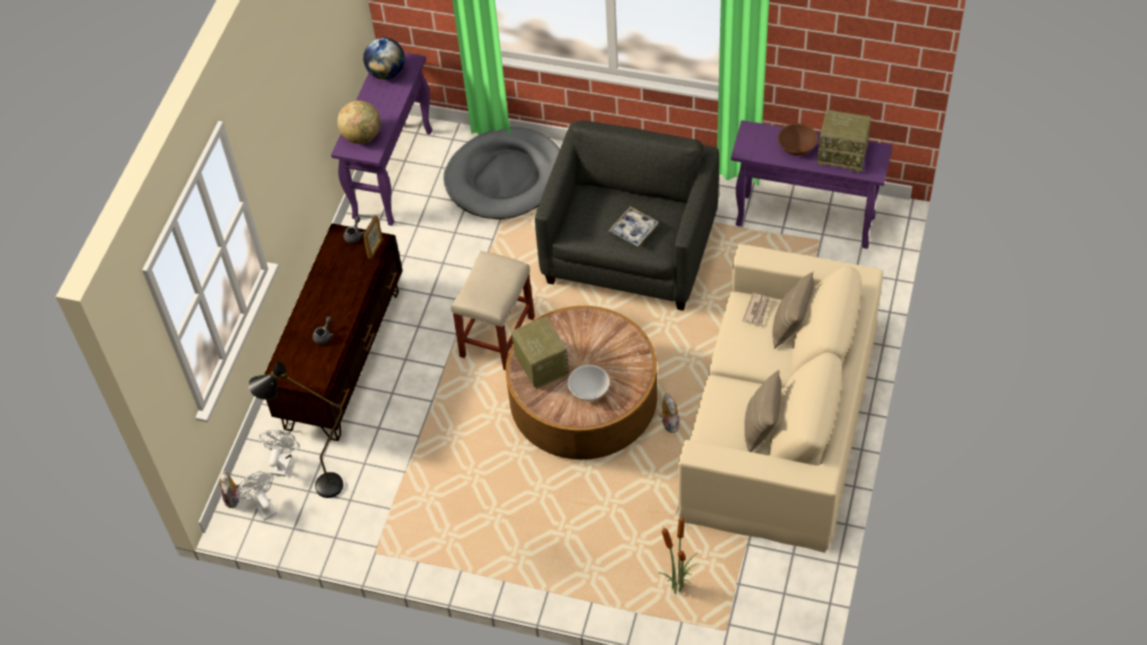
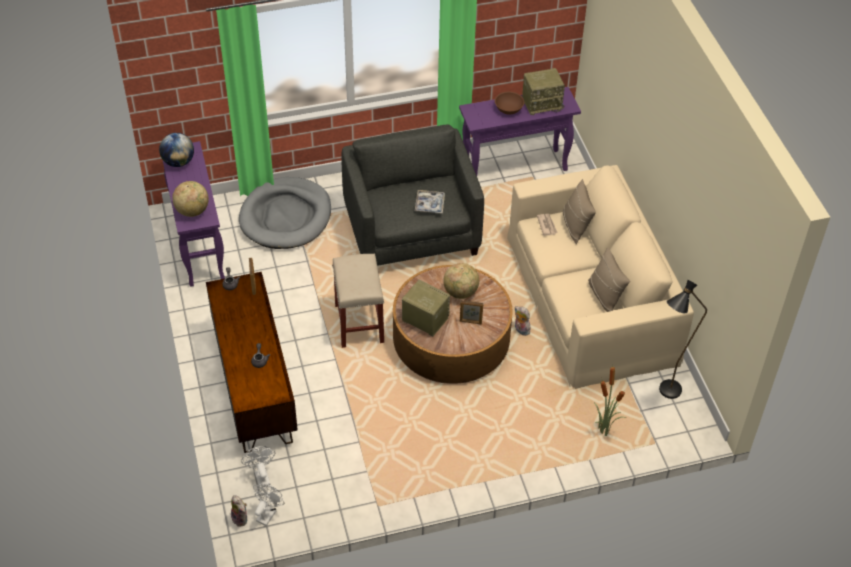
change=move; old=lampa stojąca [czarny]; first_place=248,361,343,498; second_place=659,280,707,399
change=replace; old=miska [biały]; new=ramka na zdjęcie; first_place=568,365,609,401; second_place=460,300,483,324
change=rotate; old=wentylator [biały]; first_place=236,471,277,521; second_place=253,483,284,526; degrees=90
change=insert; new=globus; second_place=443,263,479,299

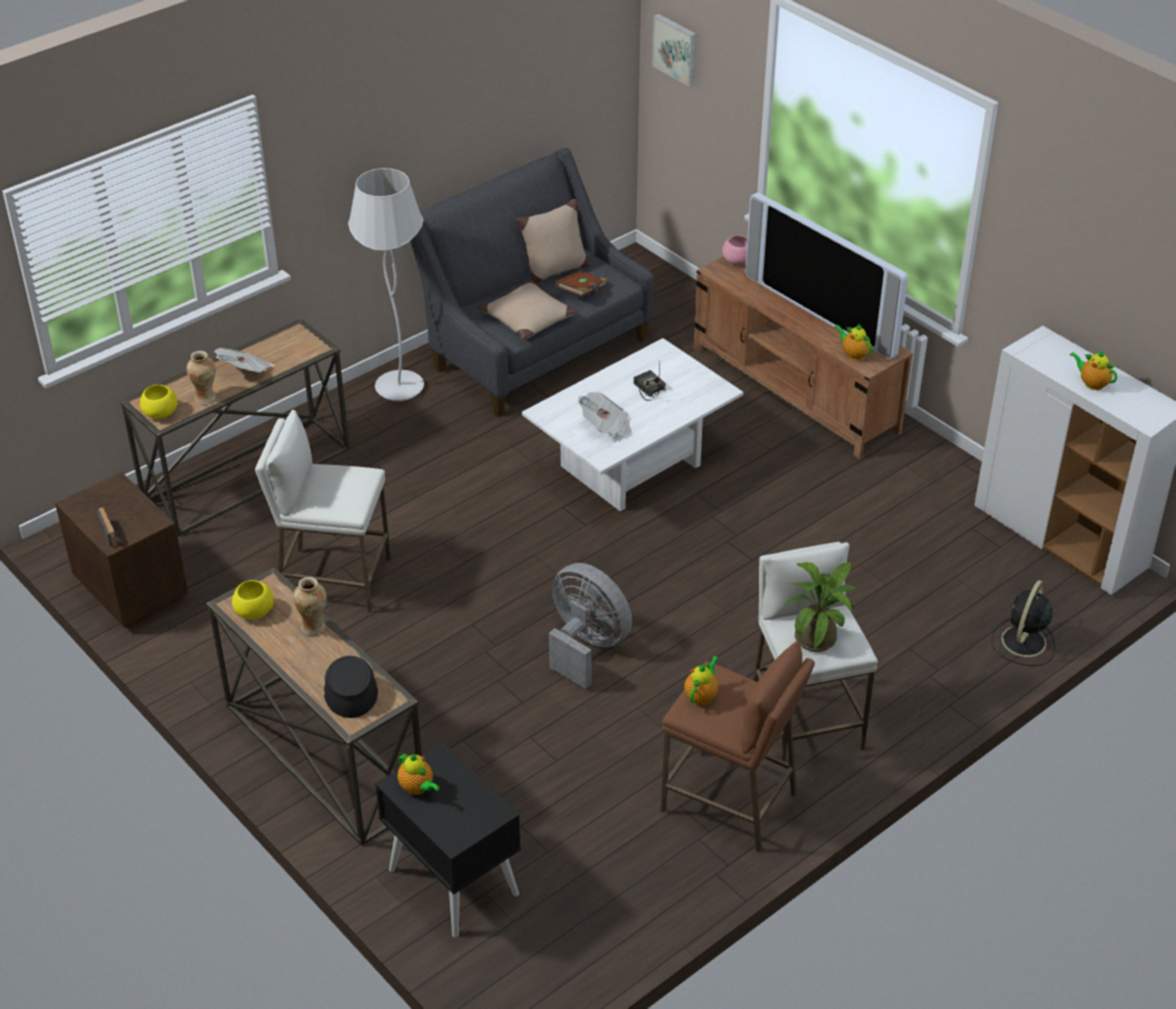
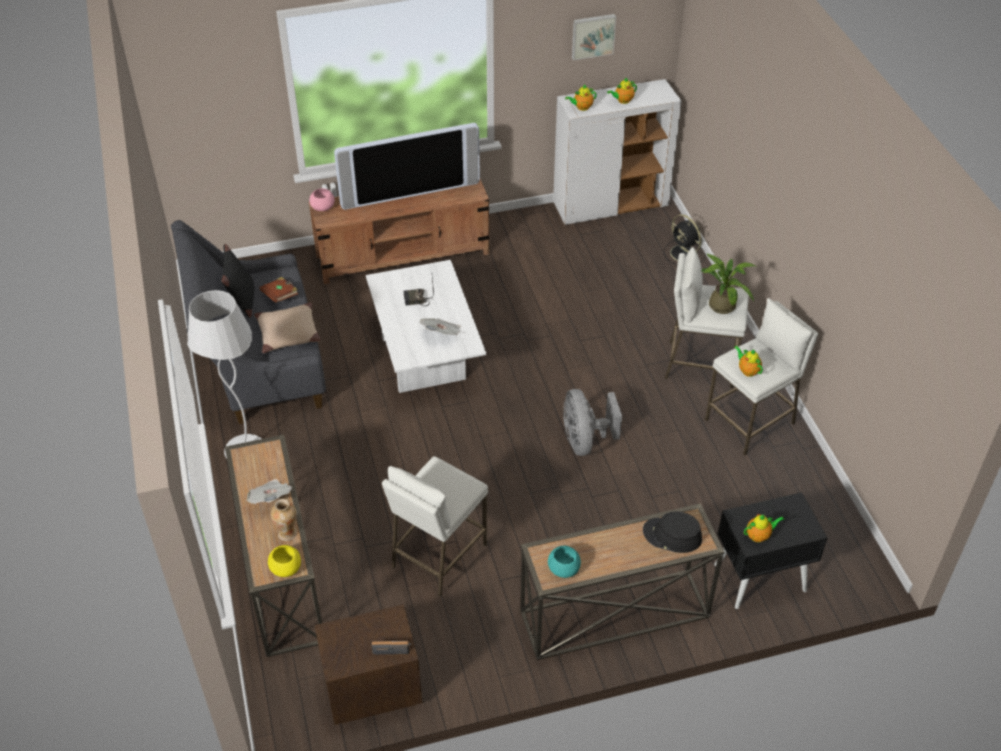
change=move; old=obraz; first_place=652,14,697,87; second_place=572,14,616,60
change=recolor; old=poduszka [beżowy]; new=poduszka [czarny]; first_place=516,199,590,284; second_place=221,244,254,318
change=move; old=imbryk; first_place=835,323,873,360; second_place=565,84,597,111
change=rotate; old=wentylator [szary]; first_place=549,563,632,689; second_place=563,389,622,456; degrees=-75
change=delete; old=wazon; first_place=293,577,327,635
change=recolor; old=miska [żółty]; new=miska [turkusowy]; first_place=232,580,274,619; second_place=548,546,581,578
change=recolor; old=stołek [brązowy]; new=stołek [biały]; first_place=661,641,815,852; second_place=705,298,818,456

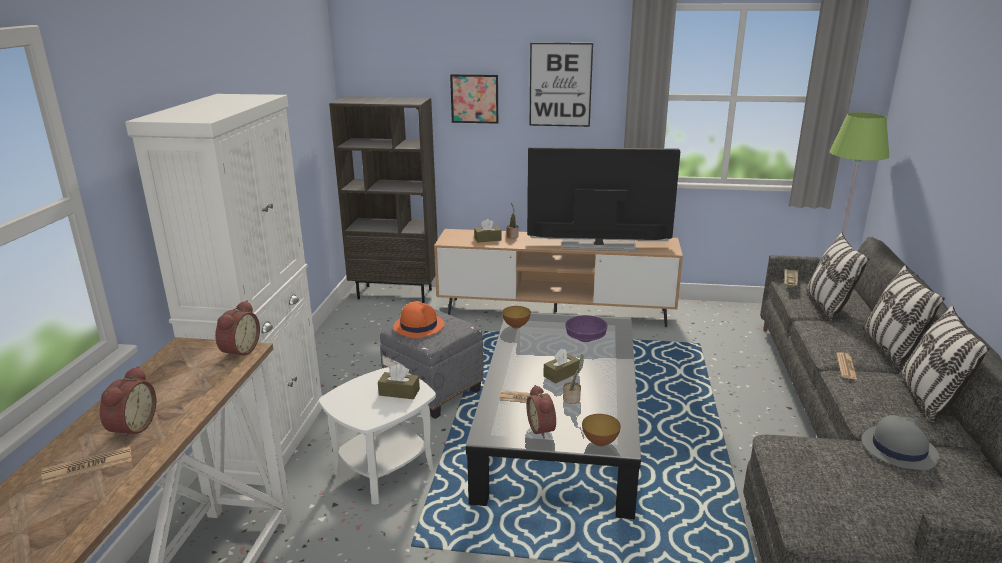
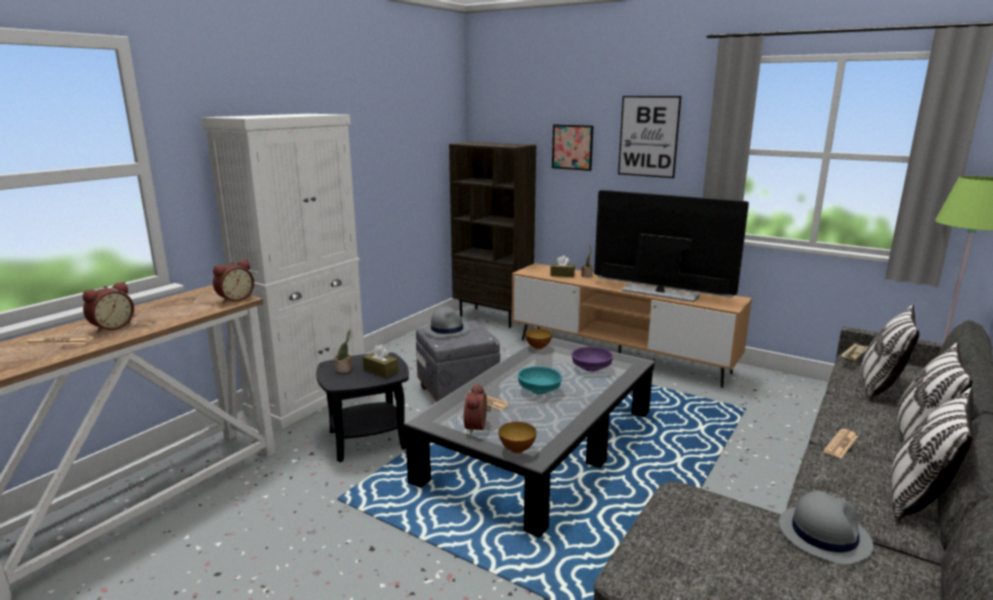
change=recolor; old=kapelusz [pomarańczowy]; new=kapelusz [szary]; first_place=393,301,444,338; second_place=424,307,470,338
change=replace; old=pudełko chusteczek [brązowy]; new=miska [turkusowy]; first_place=543,349,580,384; second_place=518,366,562,394
change=move; old=roślina doniczkowa; first_place=563,354,584,404; second_place=335,329,352,373
change=recolor; old=stolik [biały]; new=stolik [czarny]; first_place=319,367,436,505; second_place=316,352,409,462

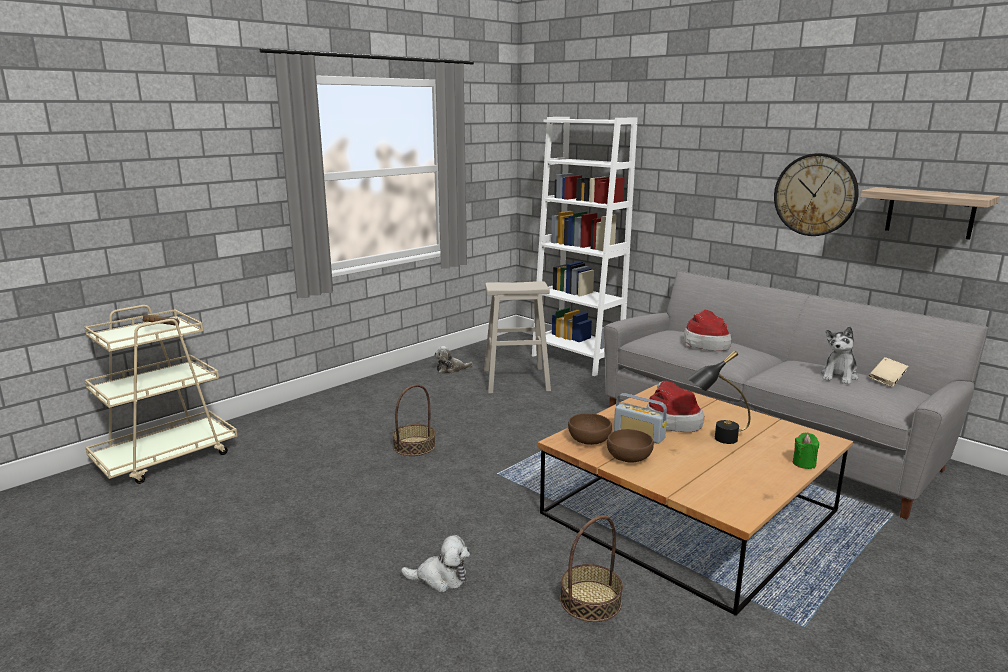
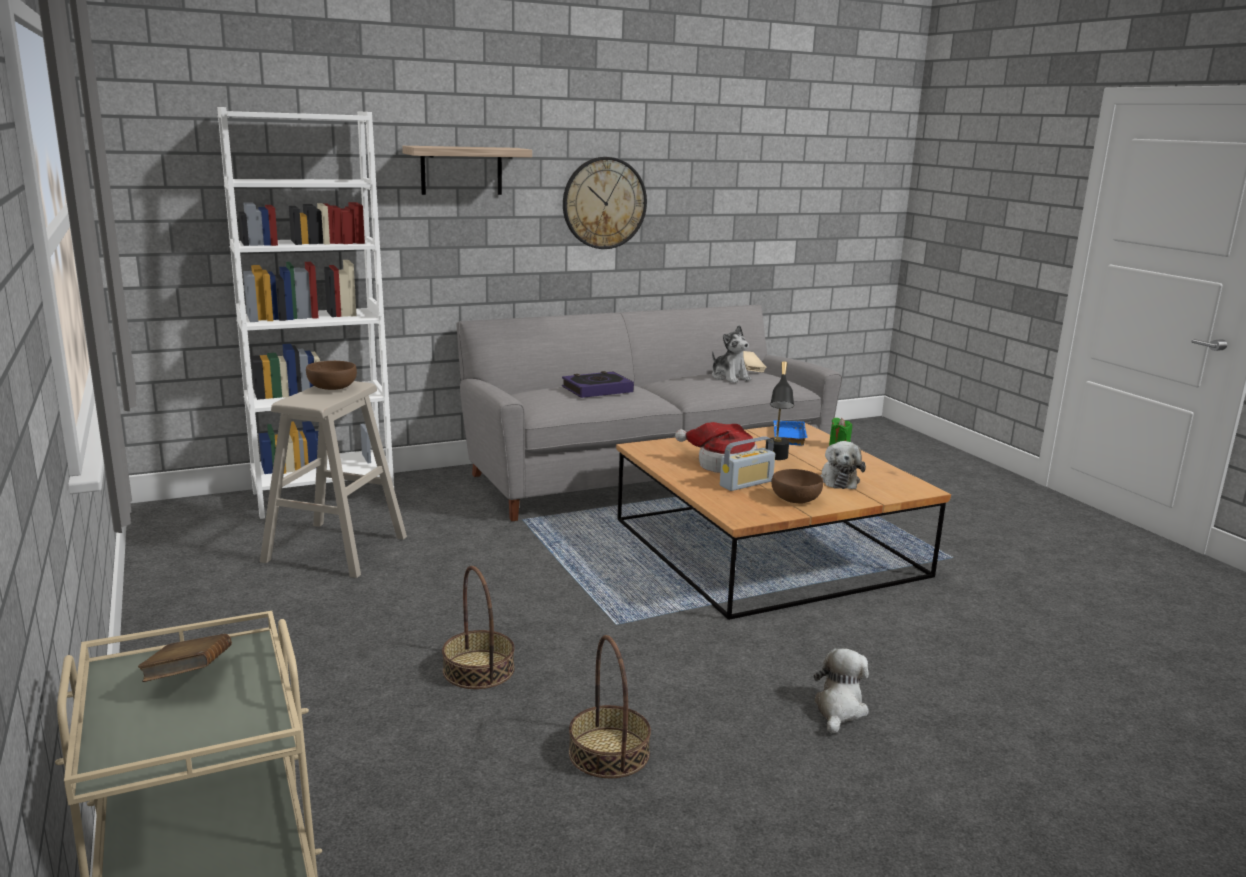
change=move; old=półka; first_place=861,187,999,240; second_place=402,146,532,195
change=replace; old=kapelusz; new=książka; first_place=684,310,732,351; second_place=562,371,634,398
change=move; old=pluszak; first_place=434,346,473,374; second_place=820,441,866,489
change=move; old=miska [brązowy]; first_place=568,413,612,445; second_place=306,361,357,390
change=move; old=koszyk; first_place=560,515,623,622; second_place=569,635,651,778
change=insert; new=taca [niebieski]; second_place=773,421,808,445

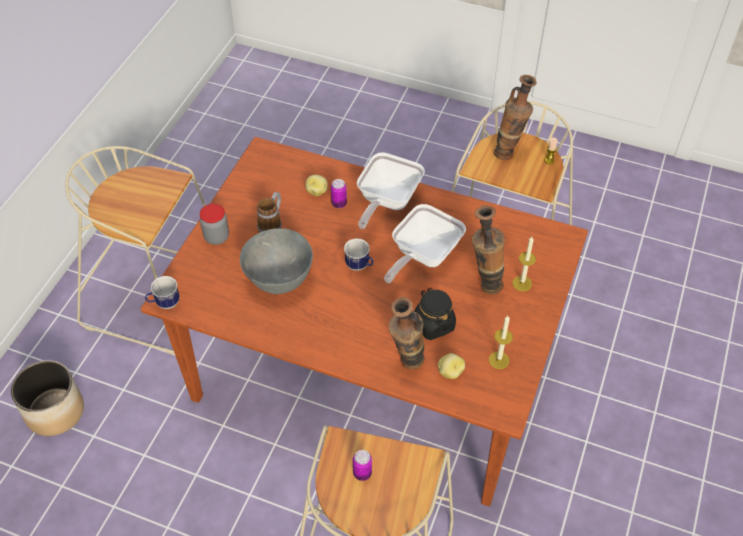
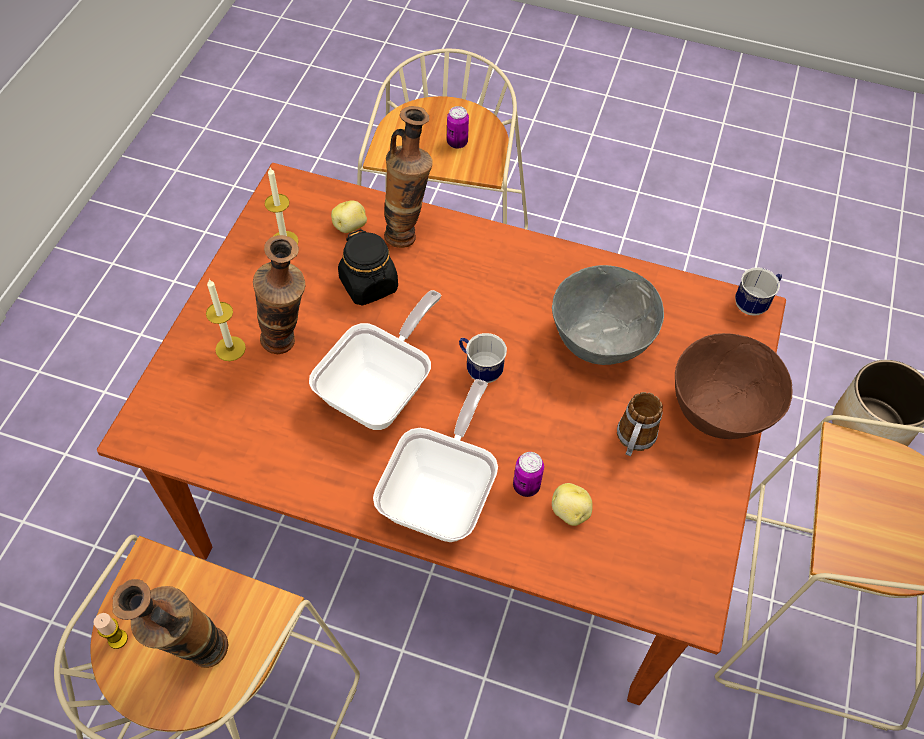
change=replace; old=słoik; new=miska [brązowy]; first_place=200,204,229,245; second_place=675,333,792,439

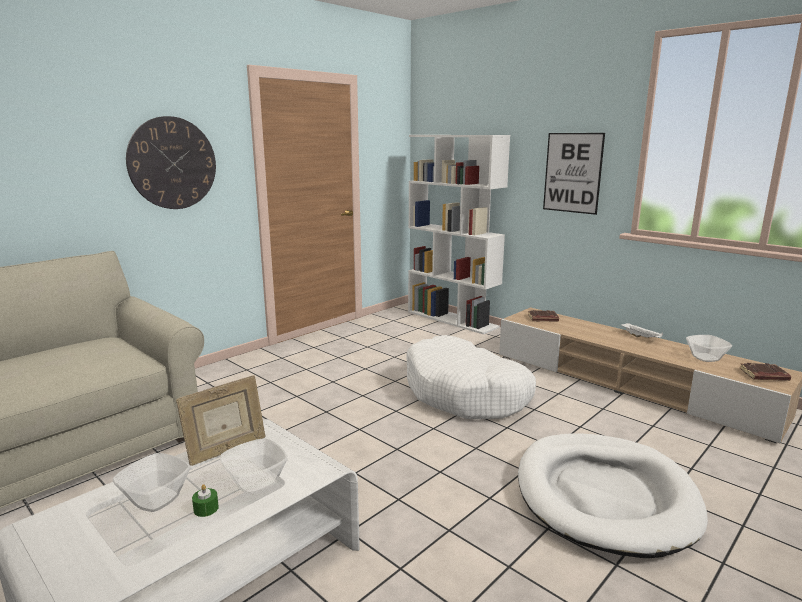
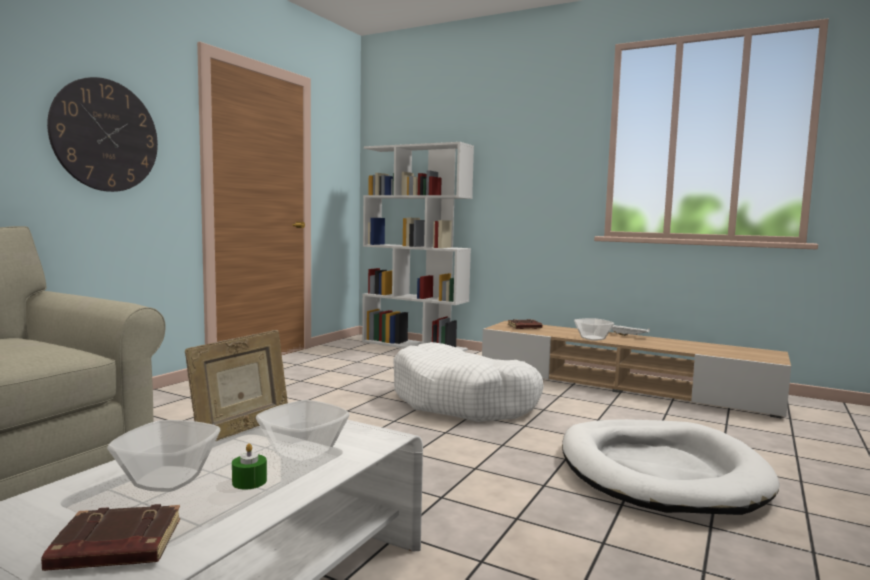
change=delete; old=obraz; first_place=543,133,605,215
change=move; old=miska; first_place=686,335,732,362; second_place=574,318,614,341
change=move; old=książka [brązowy]; first_place=740,363,791,381; second_place=41,504,180,571

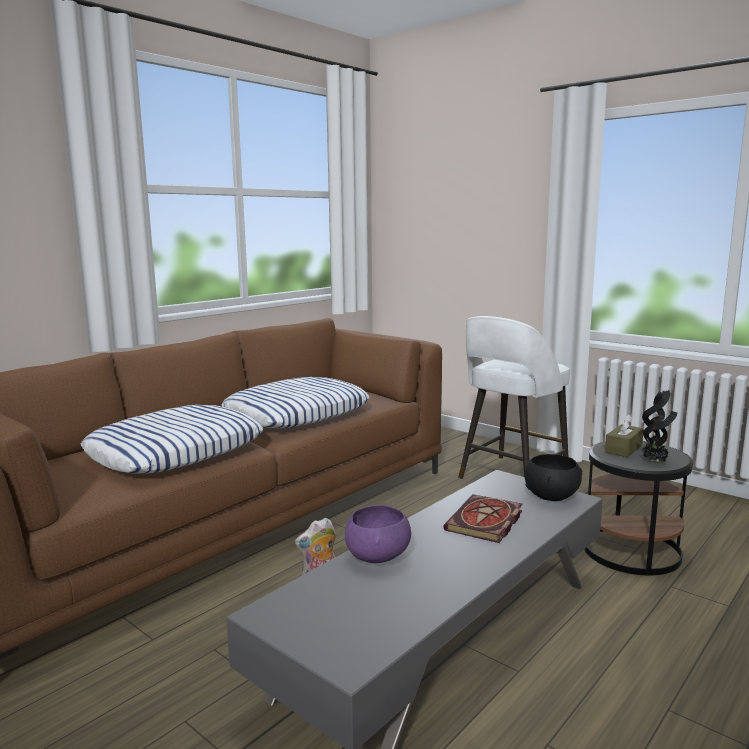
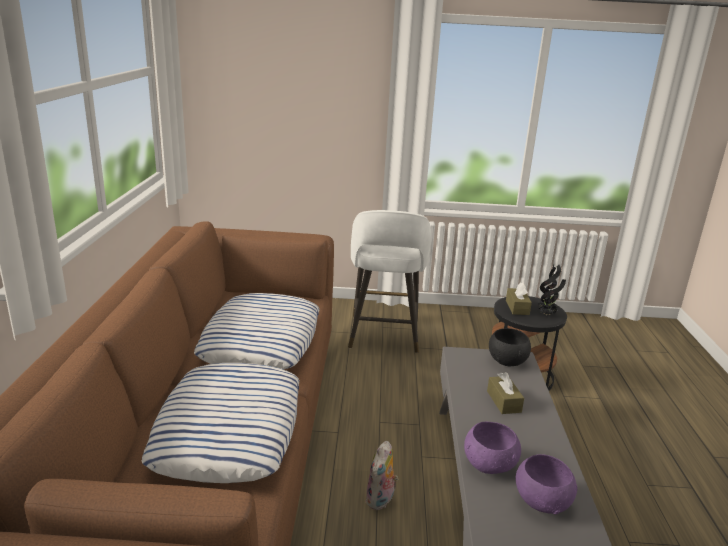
change=replace; old=książka; new=pudełko chusteczek [brązowy]; first_place=444,494,523,543; second_place=487,372,524,414
change=insert; new=miska [fioletowy]; second_place=516,454,578,514

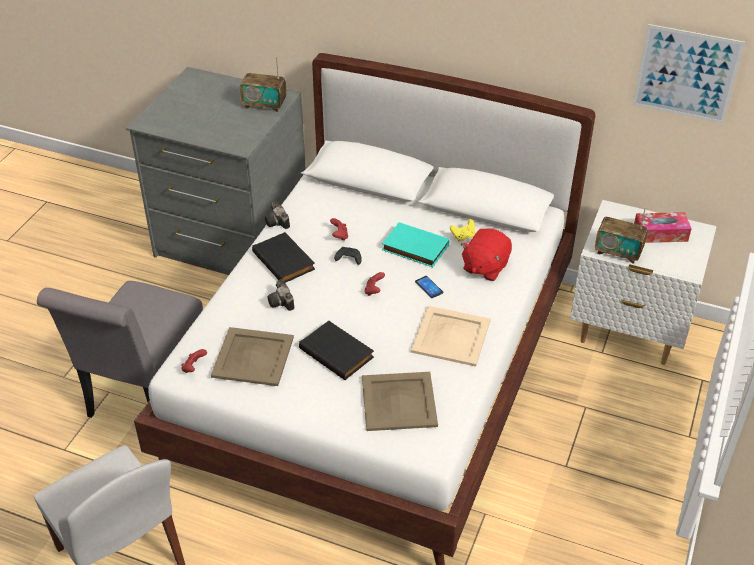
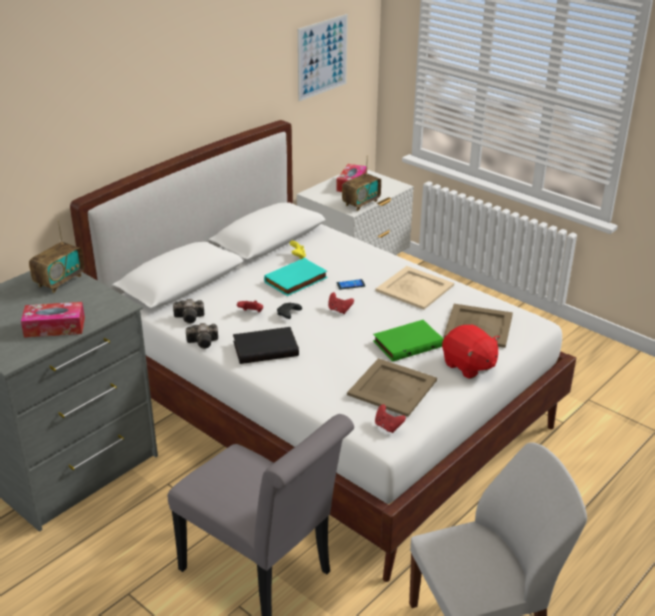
change=move; old=pluszak [czerwony]; first_place=461,228,512,281; second_place=442,325,500,379
change=move; old=aparat fotograficzny; first_place=267,279,294,311; second_place=173,299,204,324
change=recolor; old=książka [czarny]; new=książka [zielony]; first_place=299,321,374,380; second_place=373,320,444,362
change=insert; new=pudełko chusteczek; second_place=21,302,85,338

